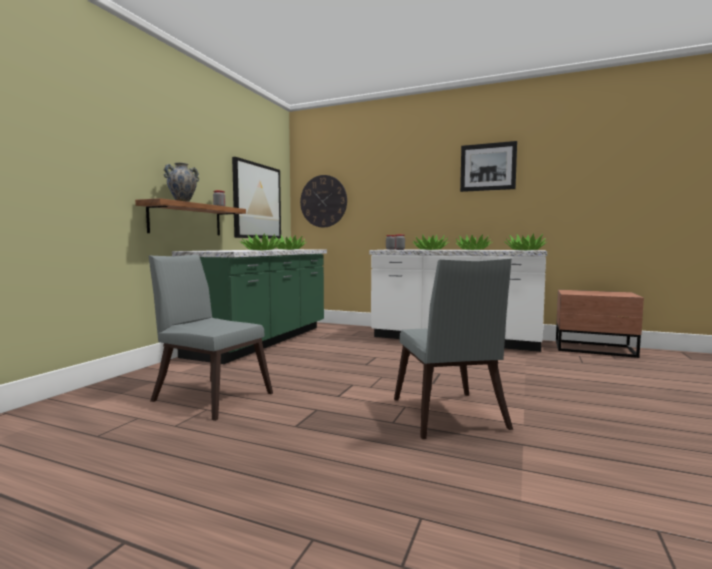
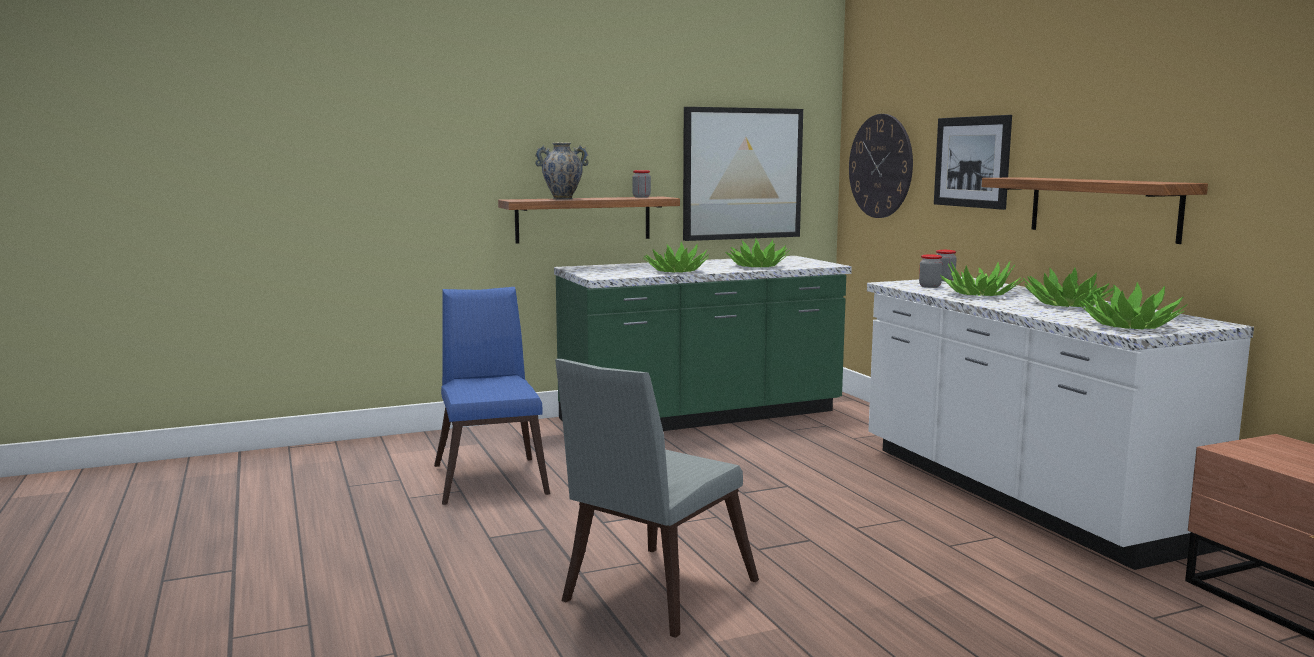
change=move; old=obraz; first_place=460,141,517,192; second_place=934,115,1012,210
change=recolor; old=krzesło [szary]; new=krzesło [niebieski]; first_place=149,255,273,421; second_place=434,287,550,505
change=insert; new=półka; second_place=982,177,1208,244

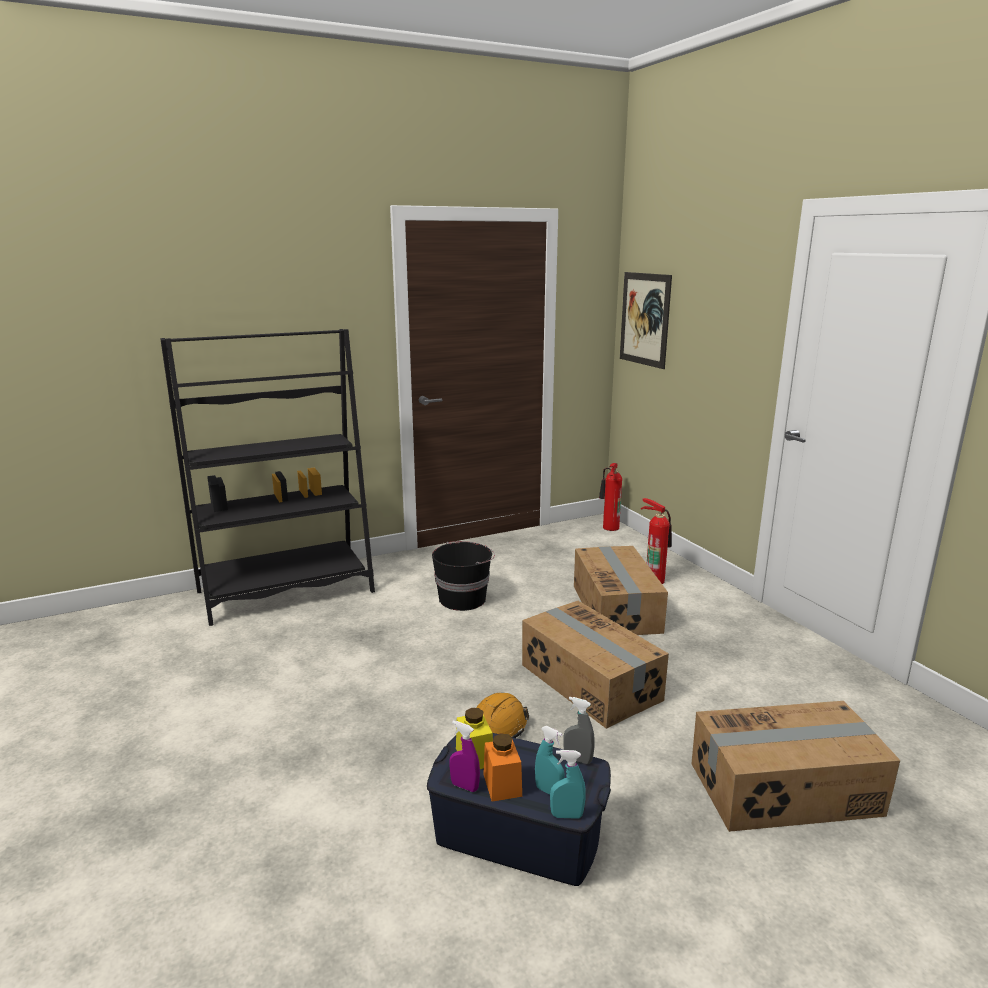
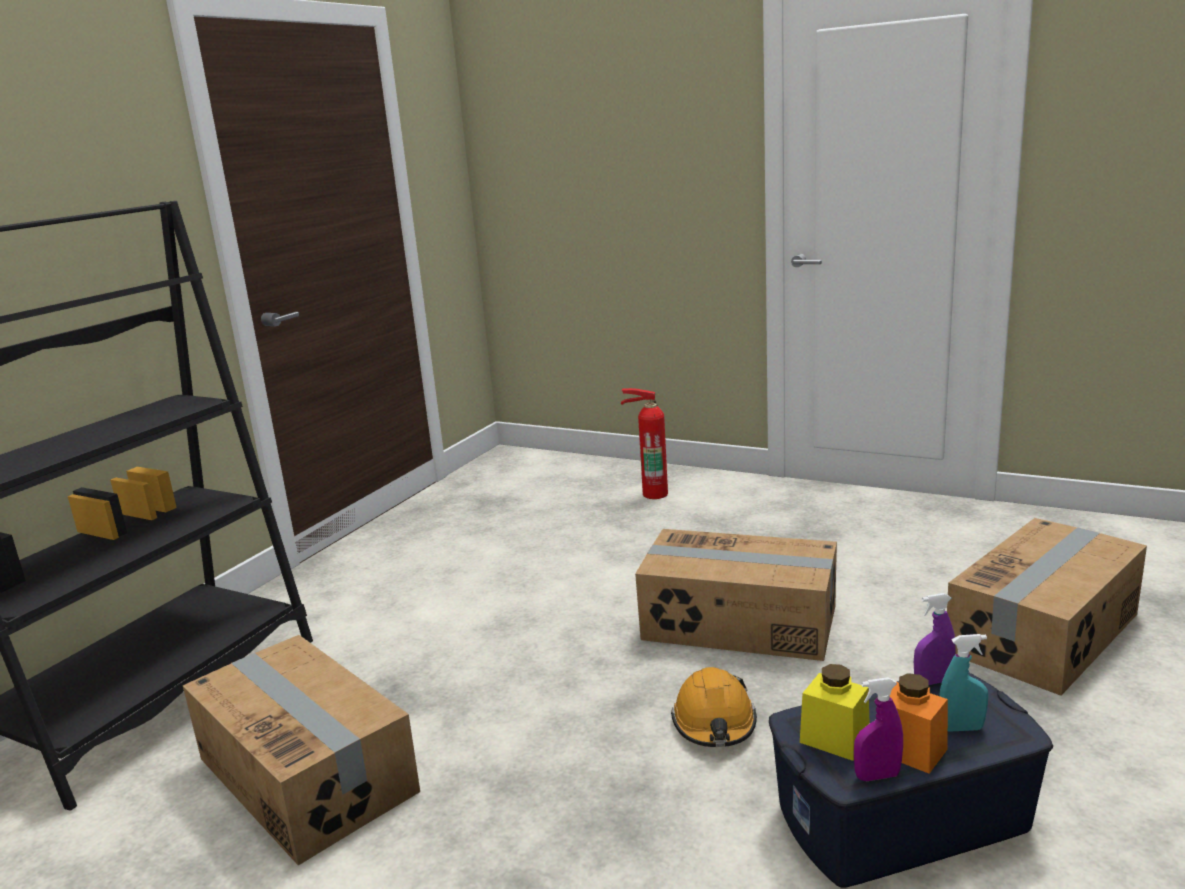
change=delete; old=obraz; first_place=620,272,672,369
change=delete; old=gaśnica; first_place=599,463,622,531
change=delete; old=wiadro [czarny]; first_place=432,541,495,611
change=move; old=karton; first_place=574,546,668,635; second_place=183,635,420,866
change=recolor; old=spryskiwacz [szary]; new=spryskiwacz [fioletowy]; first_place=564,697,595,764; second_place=914,593,956,685
change=delete; old=spryskiwacz [turkusowy]; first_place=550,750,586,819

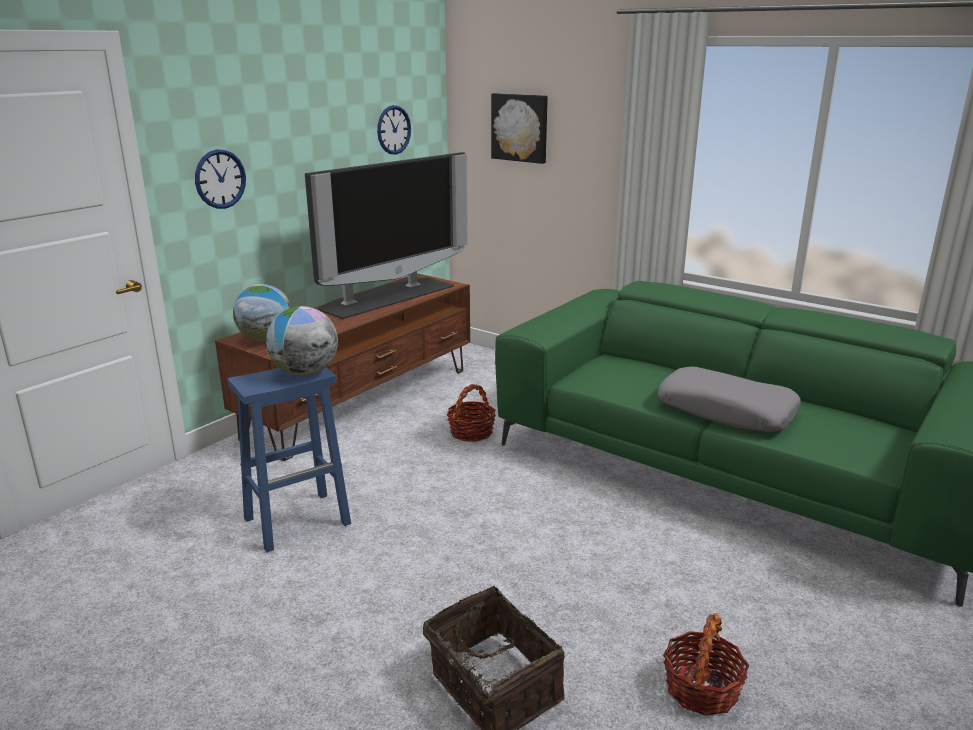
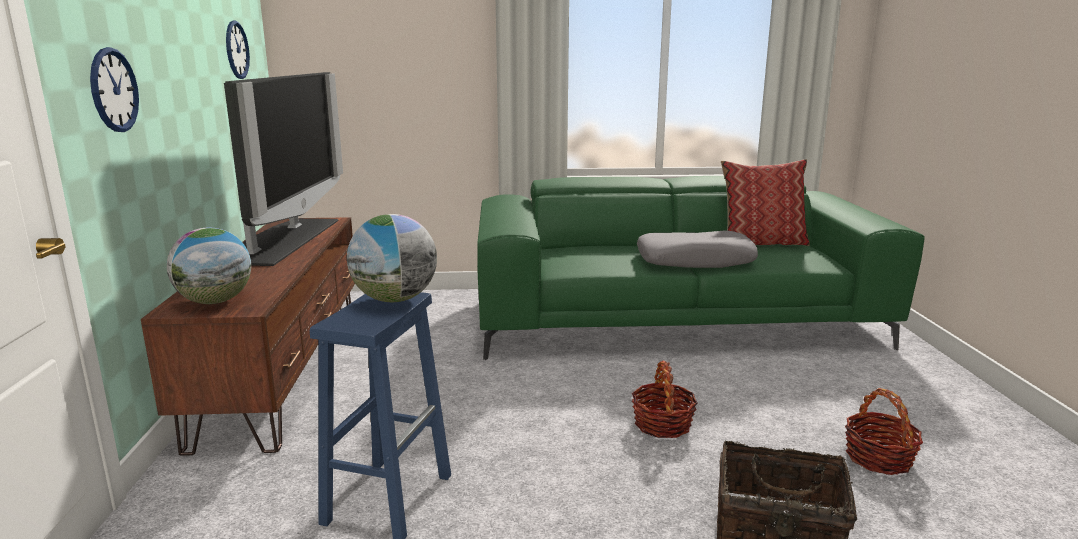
change=delete; old=obraz; first_place=491,93,548,164
change=move; old=koszyk; first_place=447,384,496,442; second_place=632,361,698,438
change=insert; new=poduszka; second_place=721,159,810,246

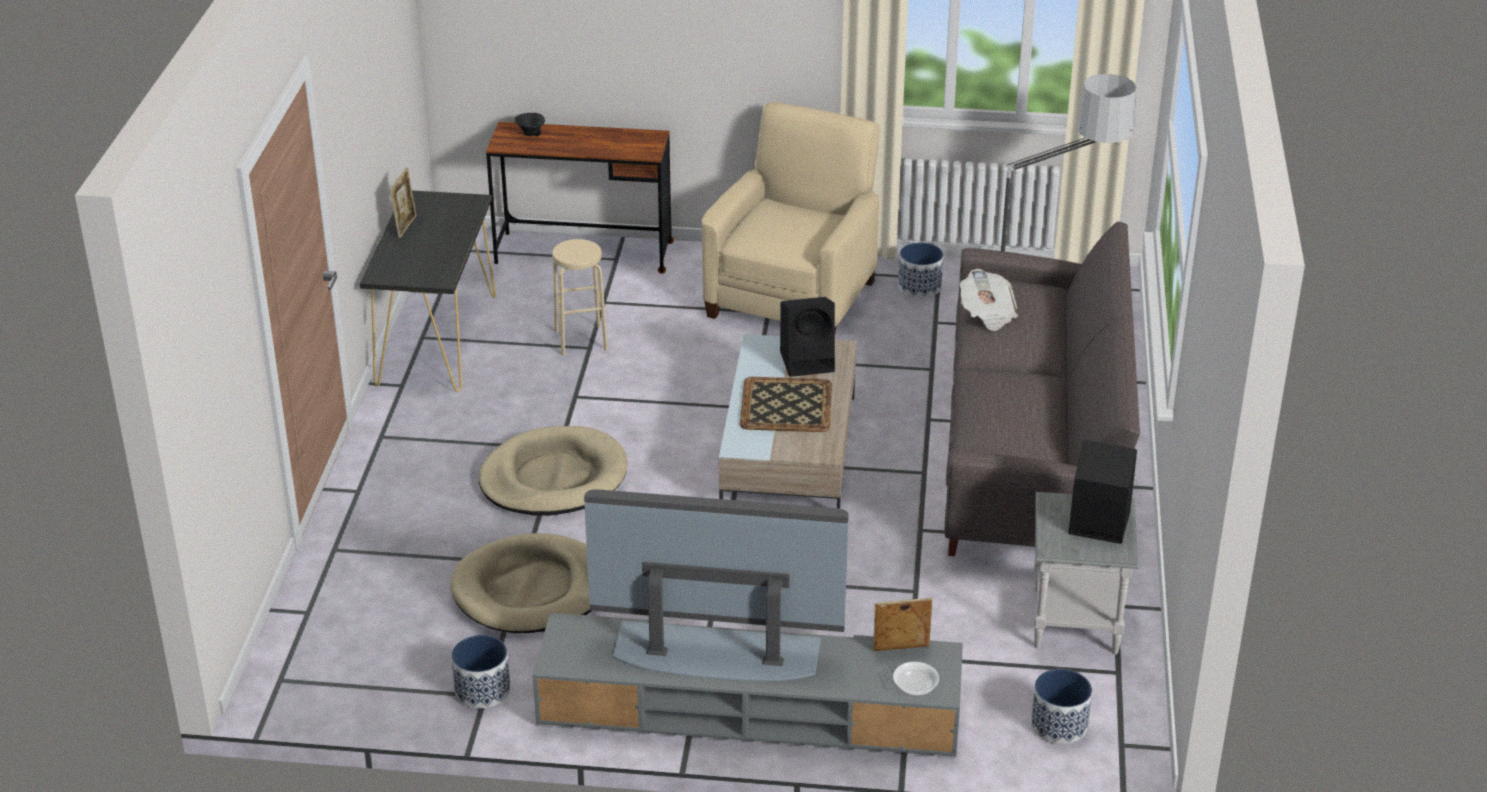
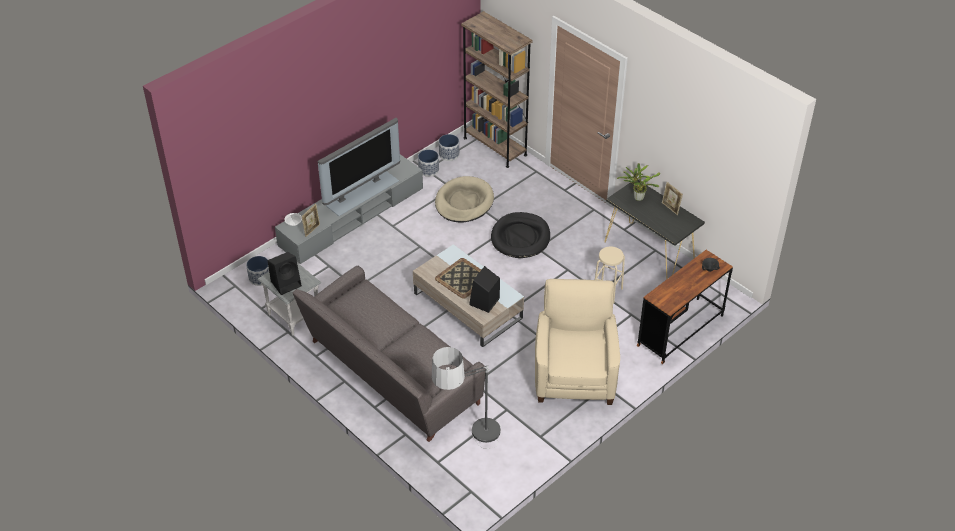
change=rotate; old=fotel [beżowy]; first_place=702,102,879,332; second_place=535,279,620,405; degrees=-150
change=move; old=donica; first_place=898,243,943,298; second_place=439,134,459,161
change=delete; old=gazeta; first_place=960,269,1018,331
change=recolor; old=legowisko [beżowy]; new=legowisko [czarny]; first_place=479,426,628,516; second_place=491,212,550,258
change=insert; new=regał [brązowy]; second_place=461,11,533,168
change=insert; new=roślina doniczkowa; second_place=617,163,660,201

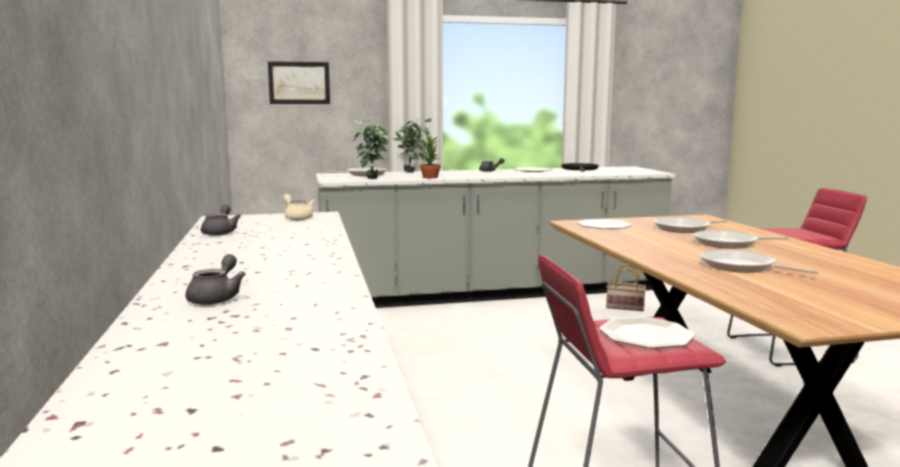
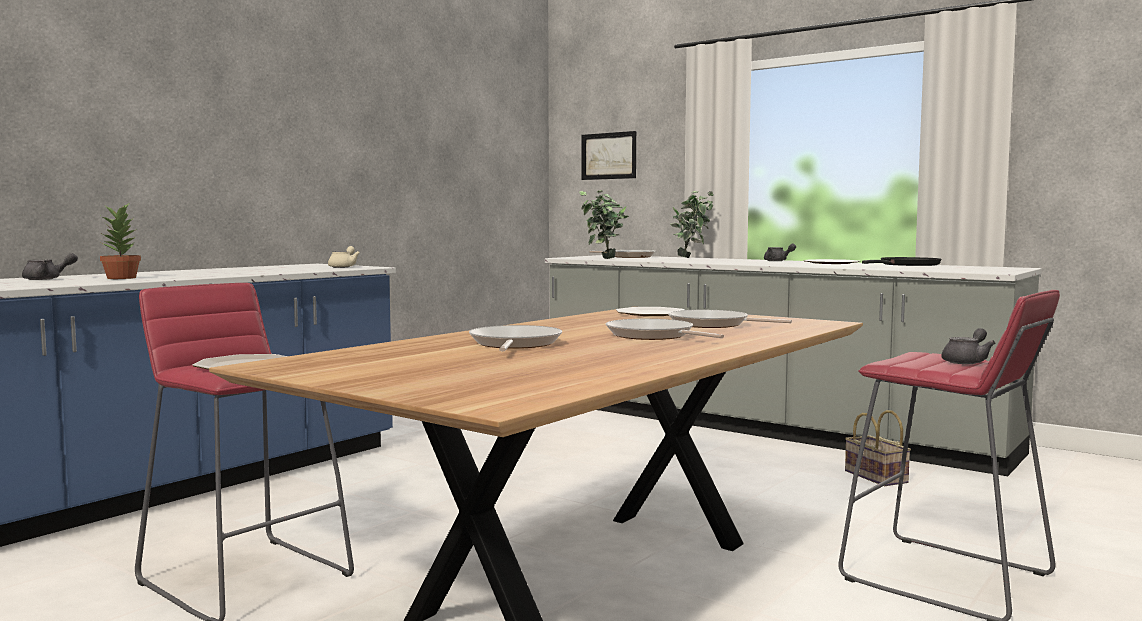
change=move; old=roślina doniczkowa; first_place=420,135,441,178; second_place=100,204,141,279
change=move; old=imbryk [szary]; first_place=201,205,241,236; second_place=941,328,995,364

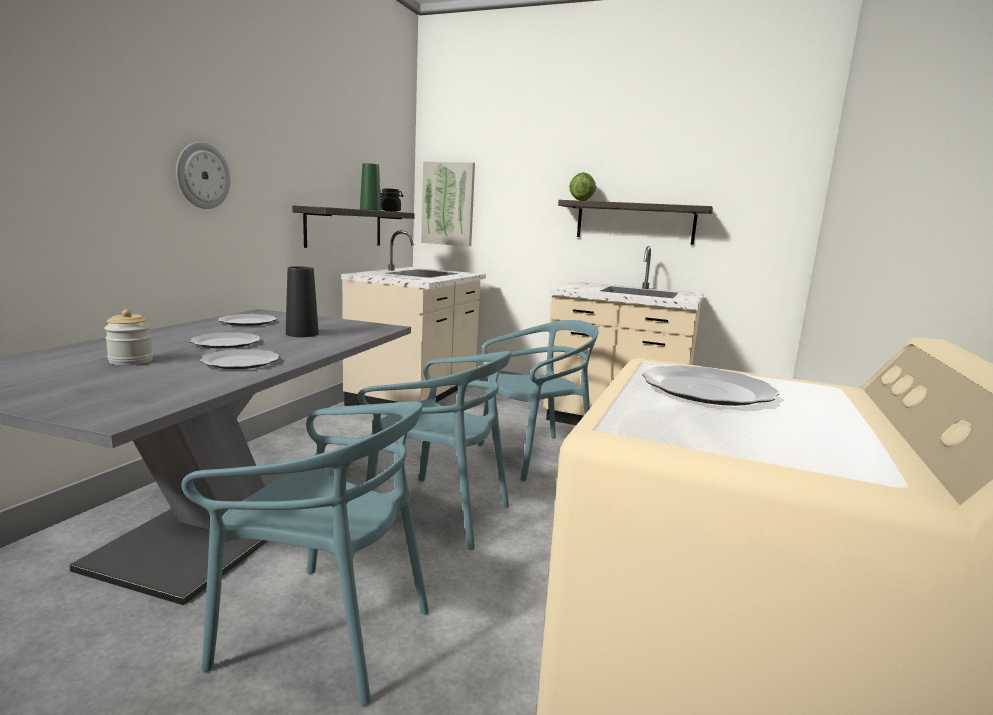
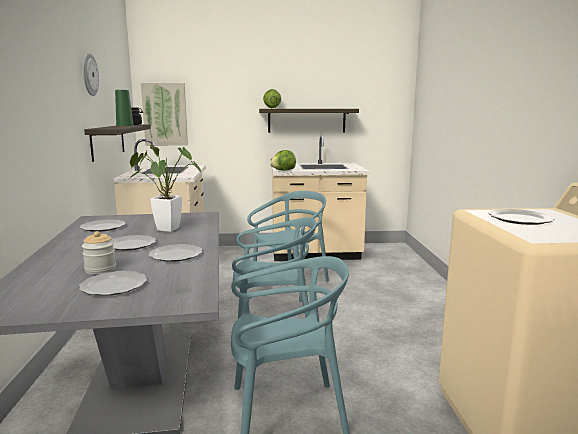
change=move; old=zegar ścienny; first_place=176,142,230,209; second_place=83,53,99,96
change=replace; old=wazon [czarny]; new=roślina doniczkowa; first_place=286,266,319,337; second_place=130,145,202,232
change=insert; new=sałata; second_place=270,150,296,171
change=insert; new=talerz; second_place=79,271,147,296

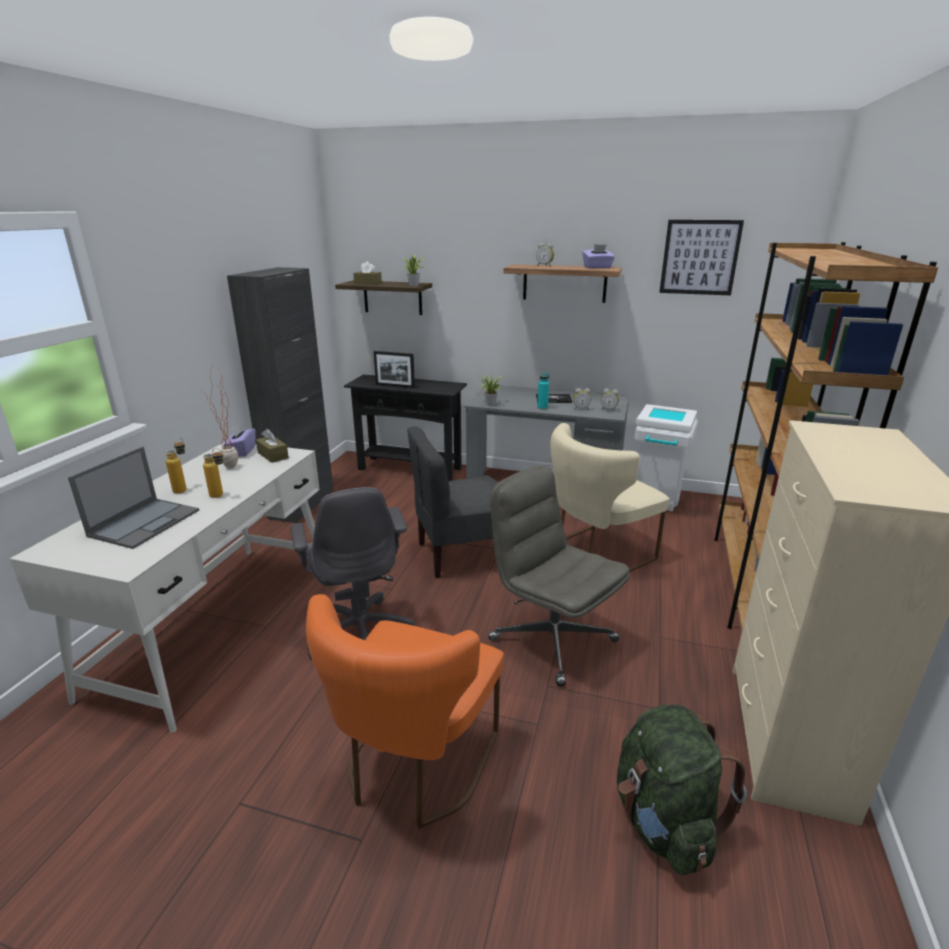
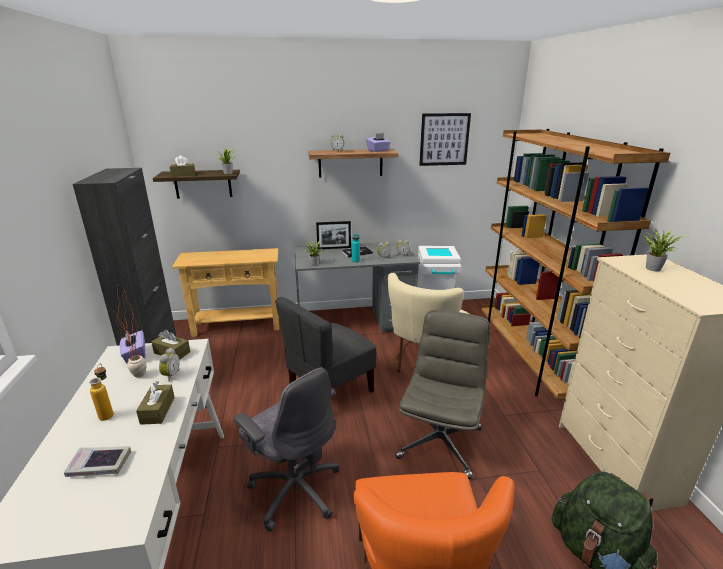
change=move; old=ramka na zdjęcie; first_place=374,351,415,388; second_place=316,221,351,249
change=recolor; old=stolik konsolowy [czarny]; new=stolik konsolowy [beżowy]; first_place=344,375,467,481; second_place=172,248,279,337
change=replace; old=laptop; new=książka; first_place=68,447,199,549; second_place=64,446,131,477
change=replace; old=butelka; new=pudełko chusteczek [brązowy]; first_place=203,448,223,498; second_place=136,381,175,425
change=rotate; old=krzesło biurowe [szary]; first_place=488,465,630,687; second_place=395,309,490,479; degrees=90
change=insert; new=roślina doniczkowa; second_place=643,229,688,271
change=insert; new=budzik; second_place=159,348,180,381

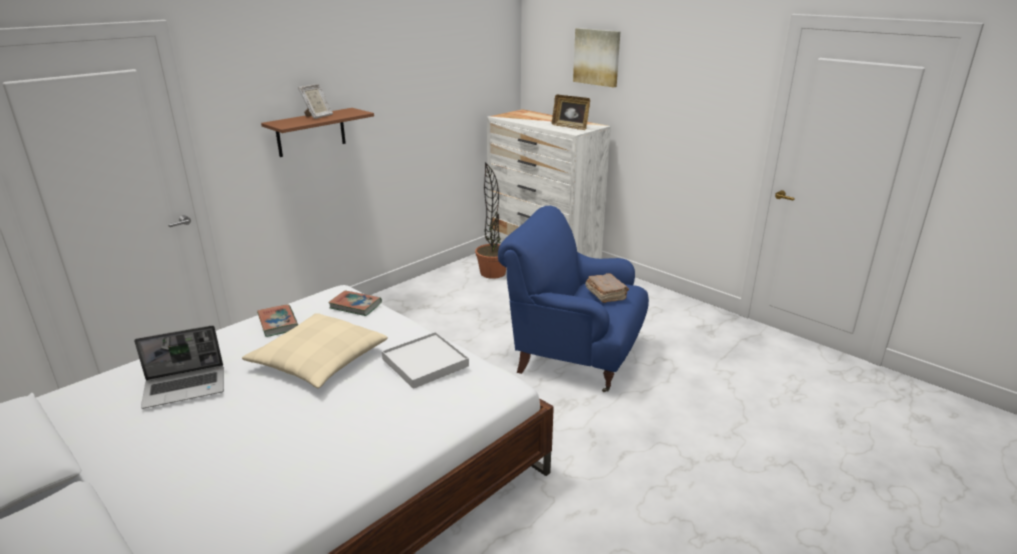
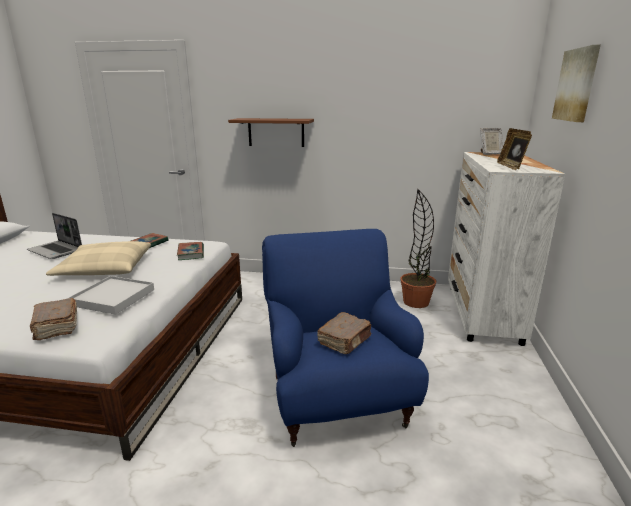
change=move; old=ramka na zdjęcie; first_place=298,84,333,119; second_place=480,128,503,155
change=insert; new=książka [brązowy]; second_place=30,298,77,340

